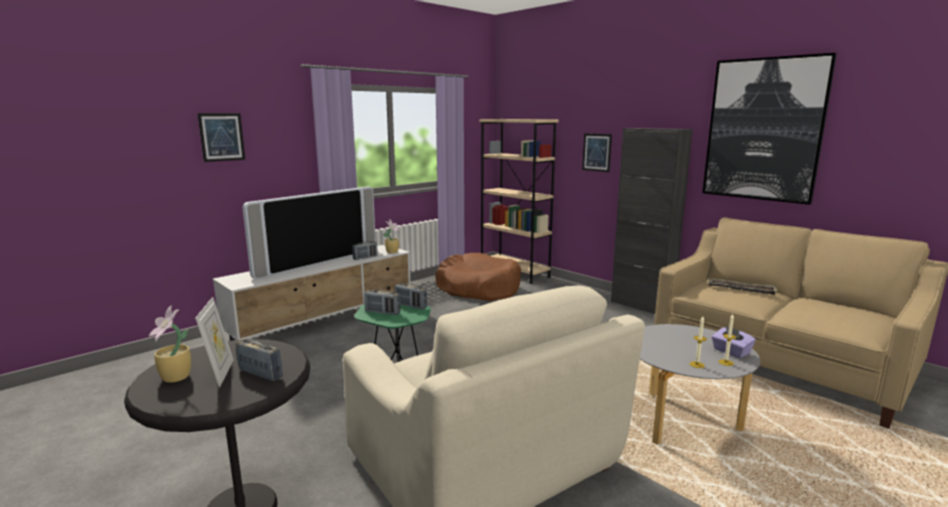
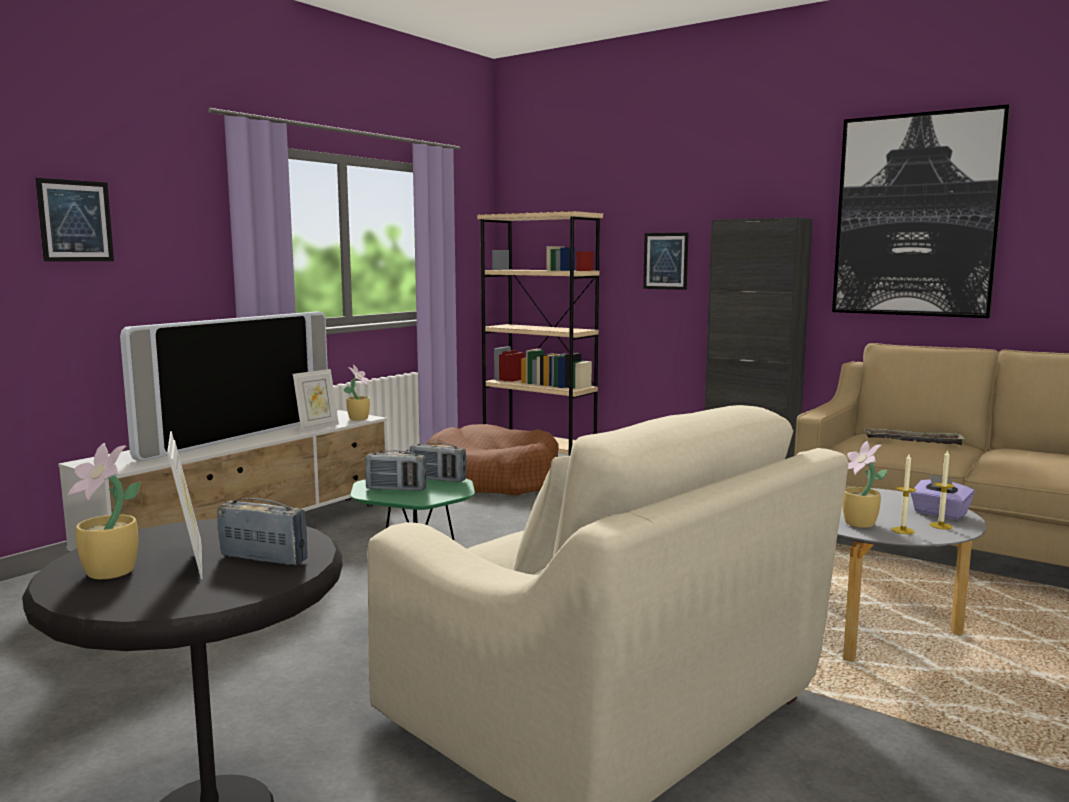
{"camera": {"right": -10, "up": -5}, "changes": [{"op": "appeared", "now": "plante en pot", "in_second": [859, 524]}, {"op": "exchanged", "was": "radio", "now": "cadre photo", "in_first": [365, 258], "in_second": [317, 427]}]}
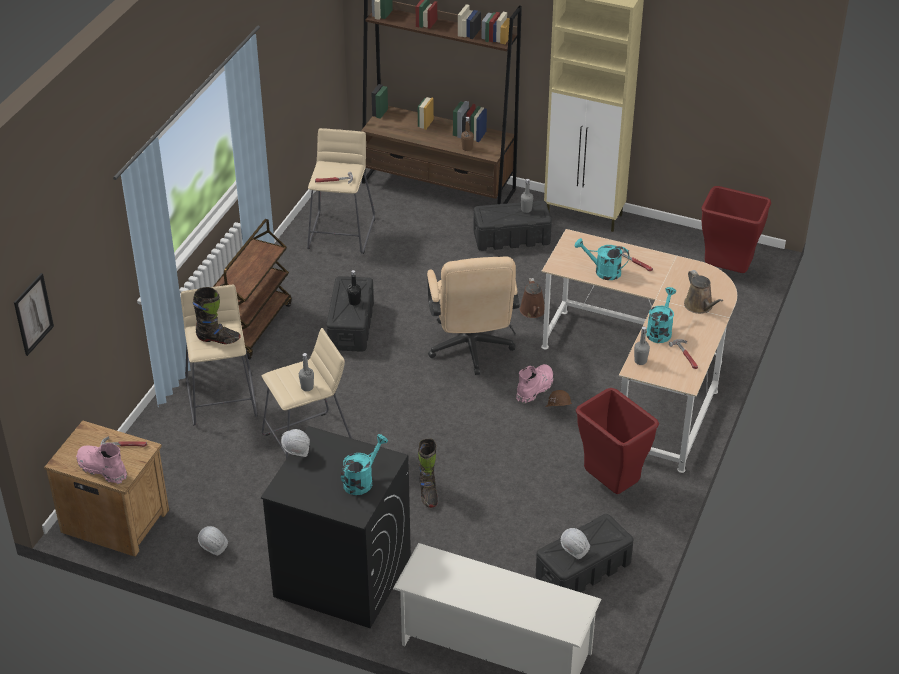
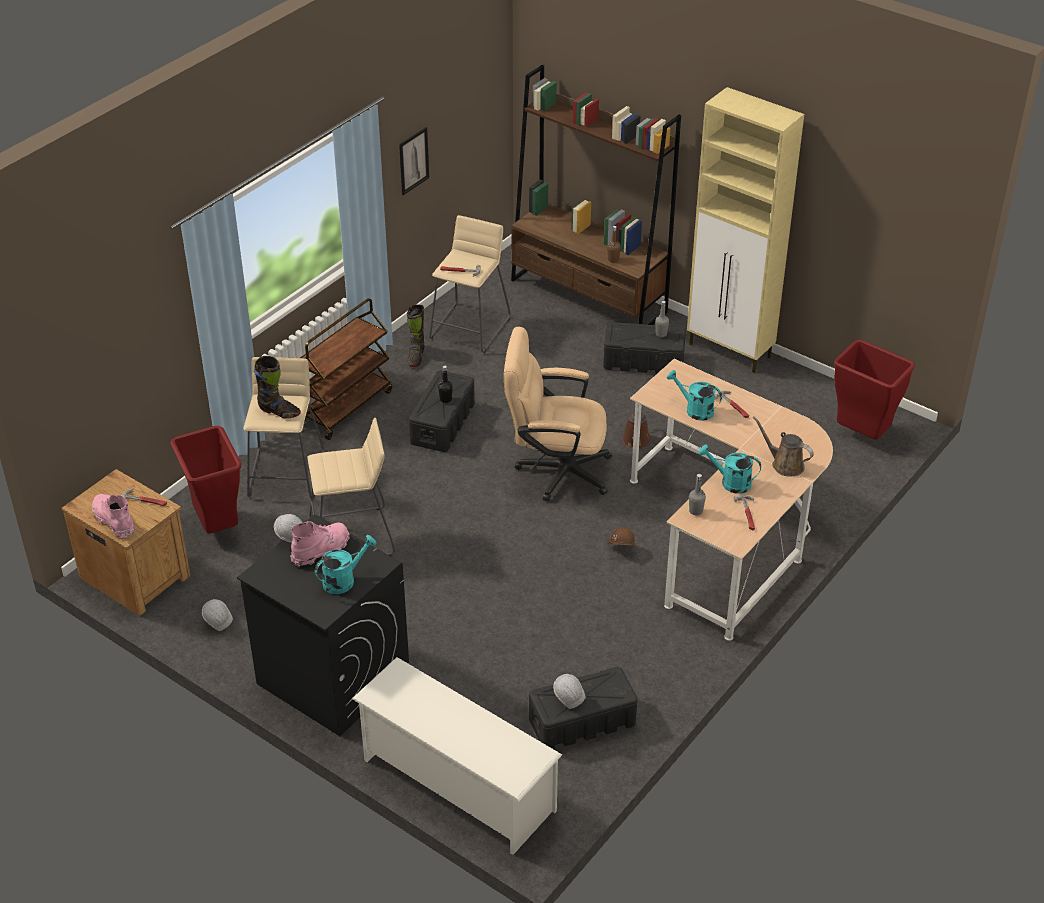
{"camera": {"right": 15, "up": 0}, "changes": [{"op": "missing", "was": "bouteille (gris)", "in_first": [307, 387]}, {"op": "relocated", "was": "tableau", "in_first": [33, 314], "in_second": [413, 161]}, {"op": "relocated", "was": "botte (noir)", "in_first": [428, 493], "in_second": [416, 357]}, {"op": "relocated", "was": "botte (rose)", "in_first": [535, 388], "in_second": [321, 550]}, {"op": "relocated", "was": "poubelle (rouge)", "in_first": [609, 485], "in_second": [216, 526]}, {"op": "spun", "was": "chaise de bureau (beige)", "in_first": [471, 350], "in_second": [555, 471], "clockwise": 90}, {"op": "spun", "was": "arrosoir (turquoise)", "in_first": [660, 330], "in_second": [730, 482], "clockwise": -105}, {"op": "spun", "was": "arrosoir (marron)", "in_first": [700, 306], "in_second": [784, 464], "clockwise": 135}]}
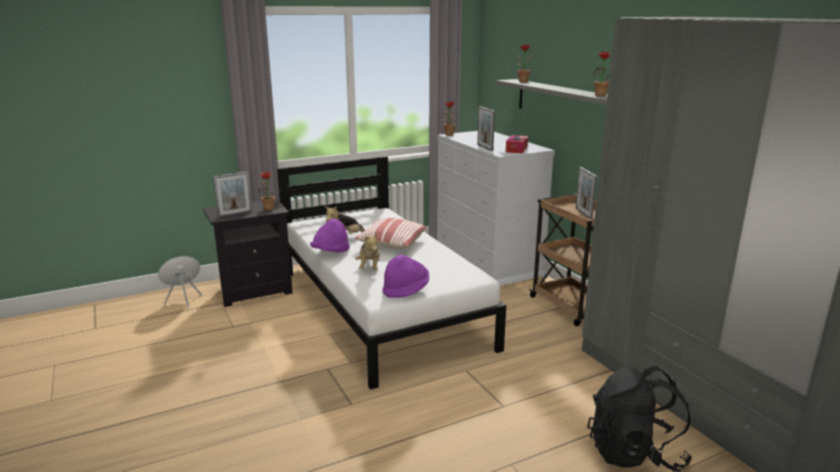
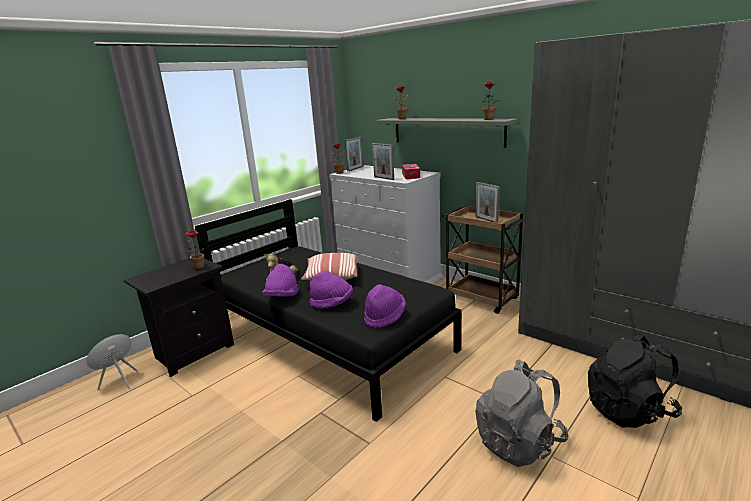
{"camera": {"right": -20, "up": 0}, "changes": [{"op": "appeared", "now": "sac à dos (gris)", "in_second": [519, 442]}, {"op": "relocated", "was": "cadre photo", "in_first": [235, 214], "in_second": [355, 169]}, {"op": "exchanged", "was": "peluche", "now": "chapeau (violet)", "in_first": [369, 268], "in_second": [332, 303]}, {"op": "colour", "was": "lit (blanc)", "now": "lit (noir)", "in_first": [381, 308], "in_second": [330, 338]}]}
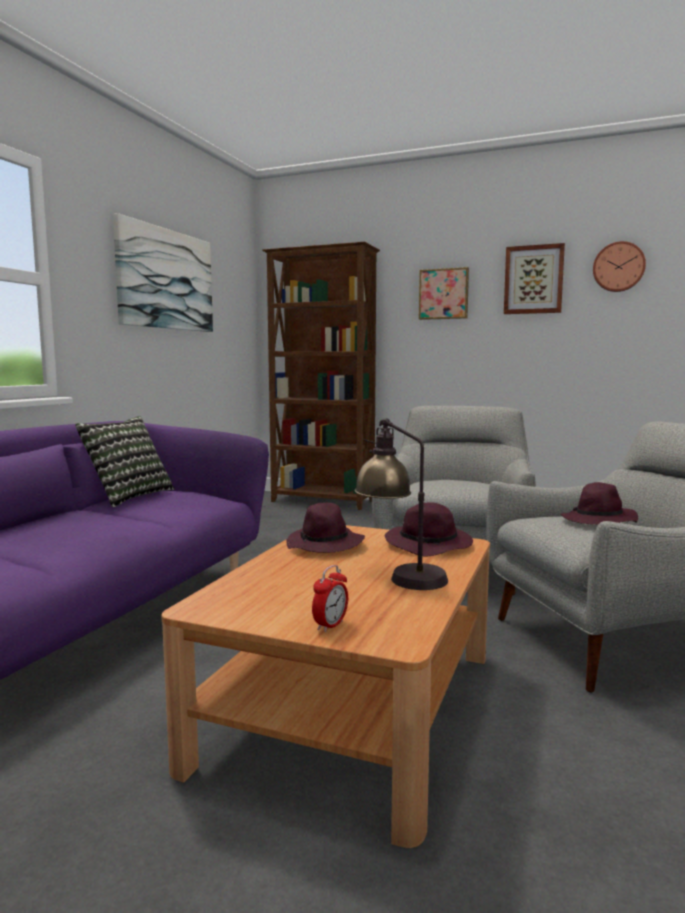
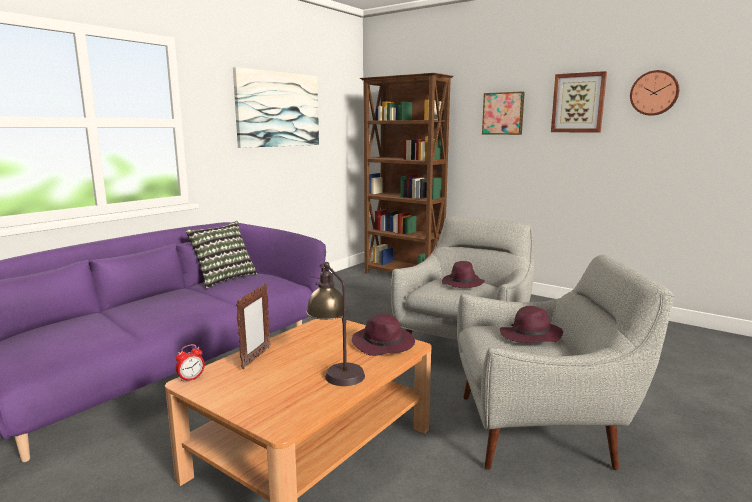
{"camera": {"right": 15, "up": 5}, "changes": [{"op": "appeared", "now": "cadre photo", "in_second": [255, 358]}, {"op": "relocated", "was": "chapeau (violet)", "in_first": [325, 545], "in_second": [463, 284]}, {"op": "relocated", "was": "réveil", "in_first": [330, 625], "in_second": [191, 378]}]}
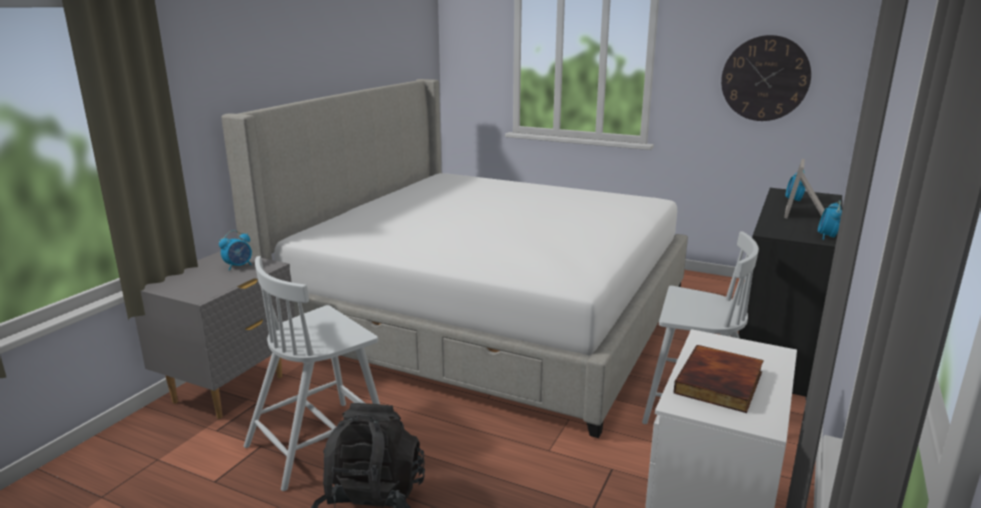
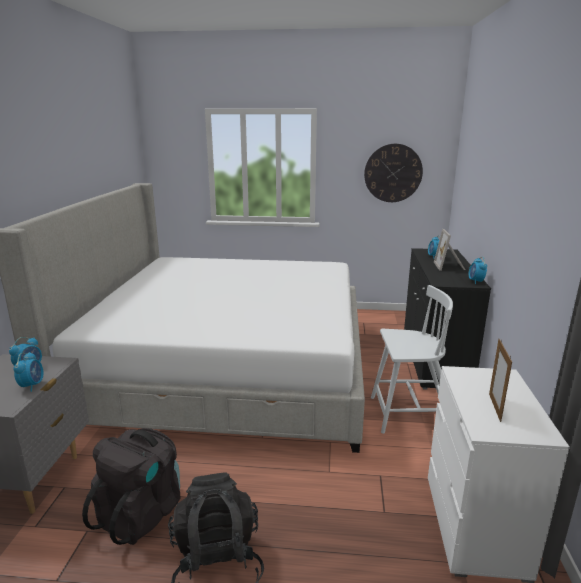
{"camera": {"right": -20, "up": 0}, "changes": [{"op": "appeared", "now": "réveil", "in_second": [32, 385]}, {"op": "exchanged", "was": "chaise (blanc)", "now": "sac à dos (noir)", "in_first": [320, 442], "in_second": [141, 512]}, {"op": "exchanged", "was": "livre", "now": "cadre photo", "in_first": [721, 383], "in_second": [494, 407]}]}
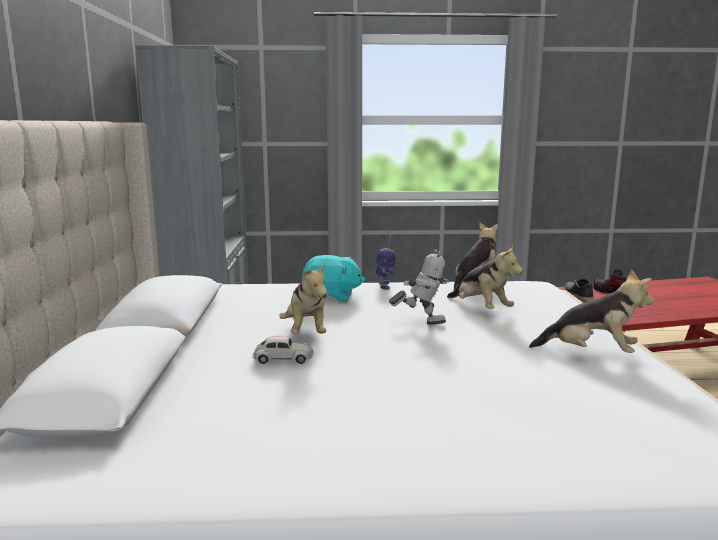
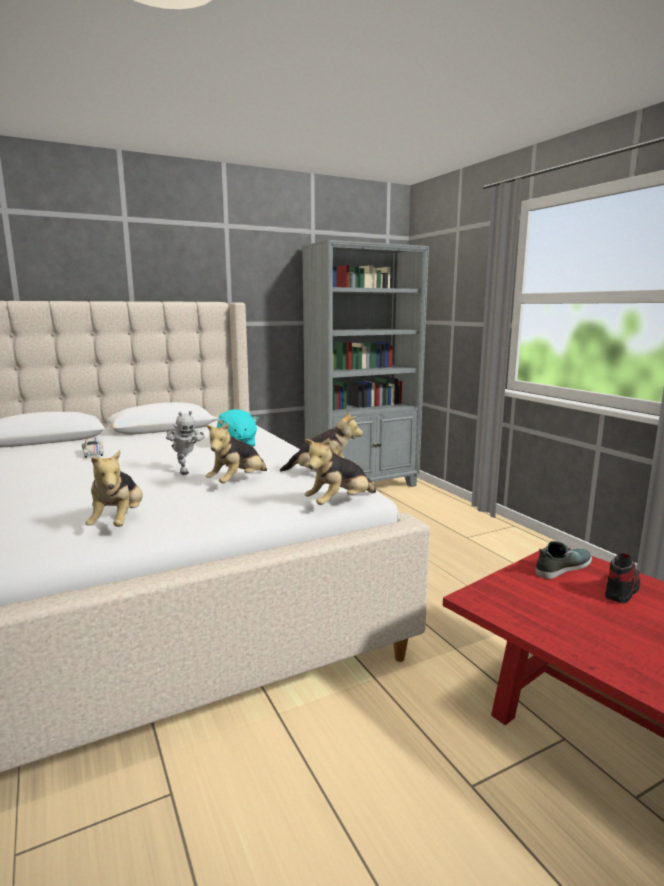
{"camera": {"right": 65, "up": 0}, "changes": [{"op": "missing", "was": "robot jouet", "in_first": [385, 286]}, {"op": "relocated", "was": "peluche", "in_first": [306, 332], "in_second": [340, 503]}]}
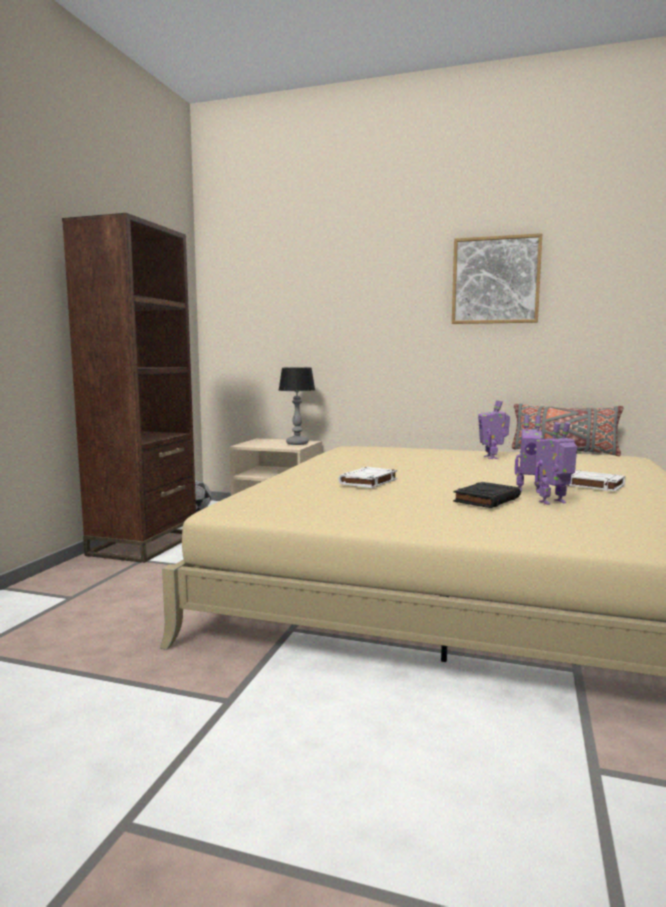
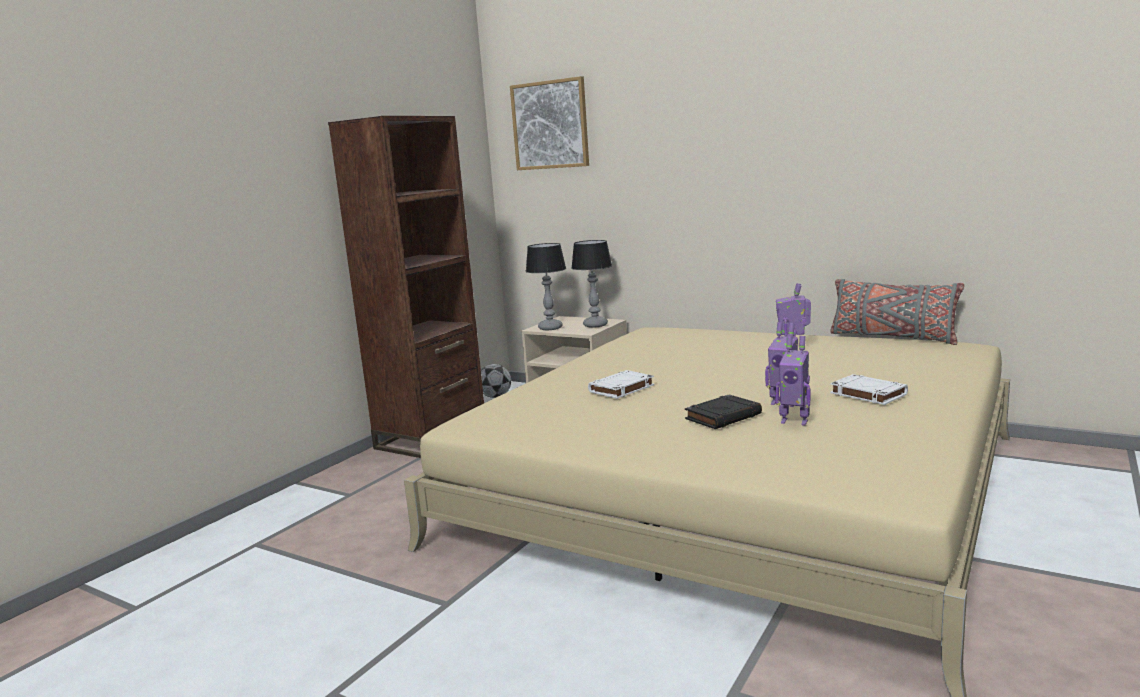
{"camera": {"right": 15, "up": 5}, "changes": [{"op": "appeared", "now": "lampe de table", "in_second": [549, 328]}, {"op": "relocated", "was": "tableau", "in_first": [495, 280], "in_second": [550, 125]}, {"op": "spun", "was": "robot jouet", "in_first": [553, 502], "in_second": [794, 421], "clockwise": -150}]}
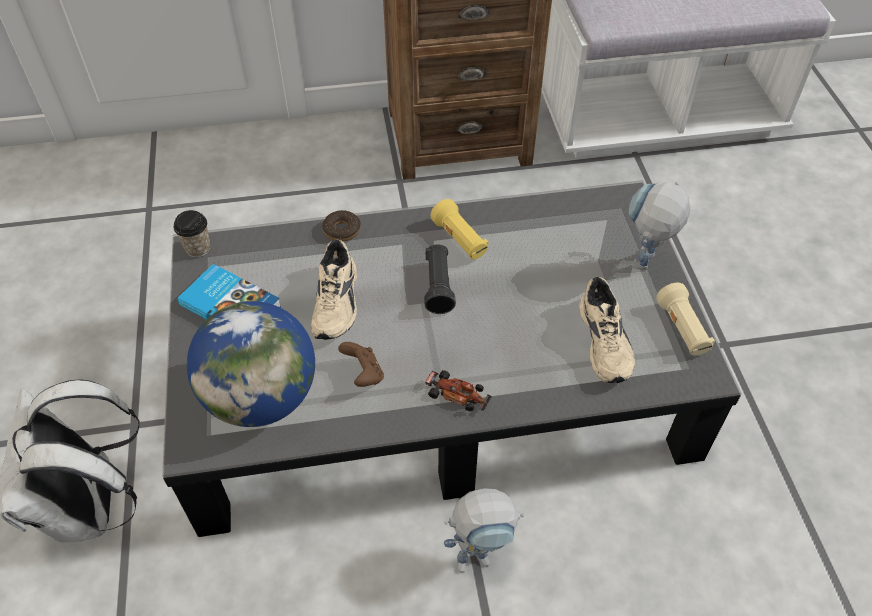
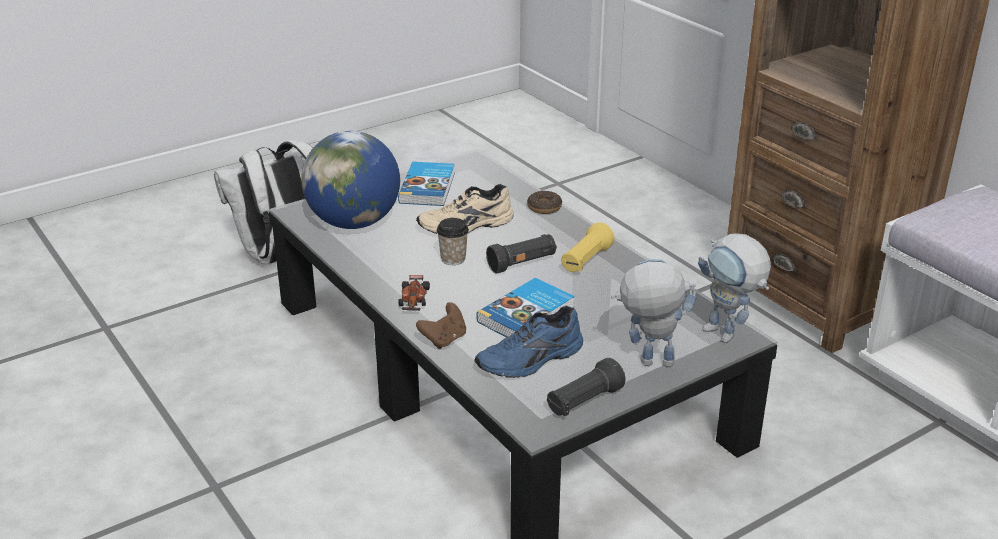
{"camera": {"right": 65, "up": -20}, "changes": [{"op": "appeared", "now": "livre", "in_second": [527, 315]}, {"op": "relocated", "was": "tasse", "in_first": [198, 248], "in_second": [453, 259]}, {"op": "relocated", "was": "manette (marron)", "in_first": [364, 374], "in_second": [444, 340]}, {"op": "relocated", "was": "robot jouet", "in_first": [481, 557], "in_second": [728, 337]}, {"op": "colour", "was": "chaussure (beige)", "now": "chaussure (bleu)", "in_first": [606, 341], "in_second": [531, 361]}, {"op": "colour", "was": "lampe de poche (beige)", "now": "lampe de poche (noir)", "in_first": [682, 329], "in_second": [583, 402]}]}
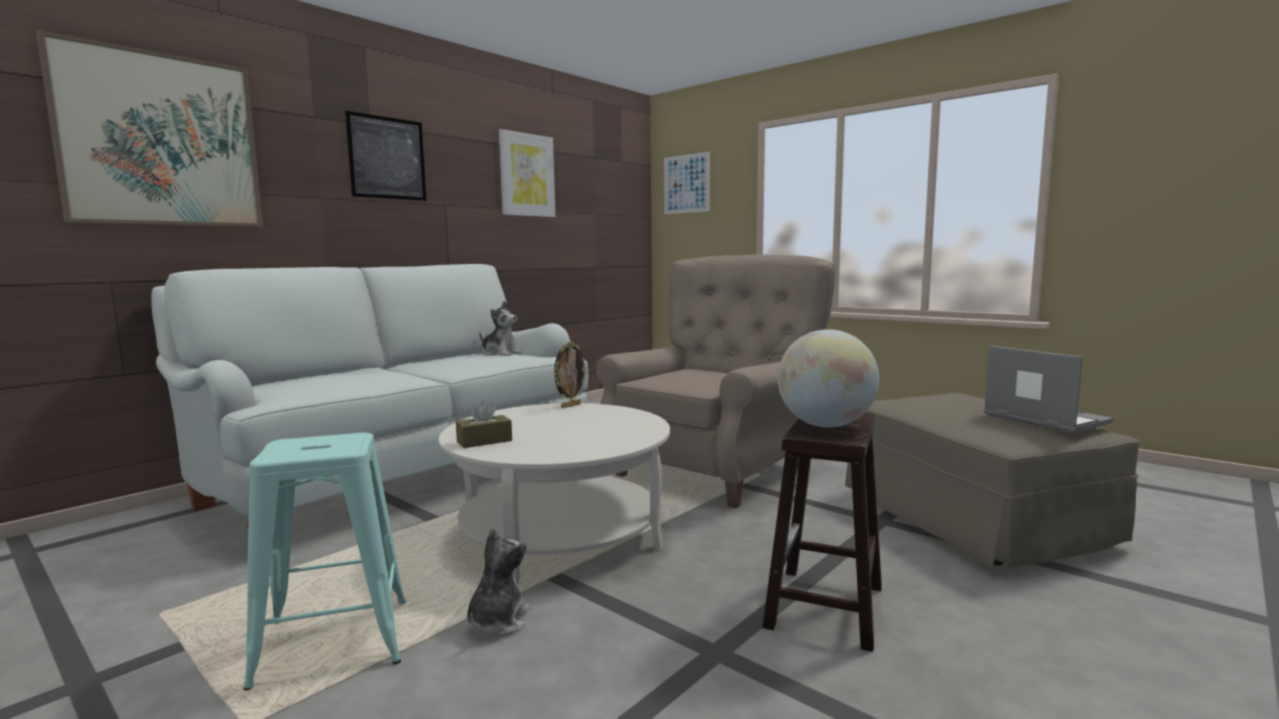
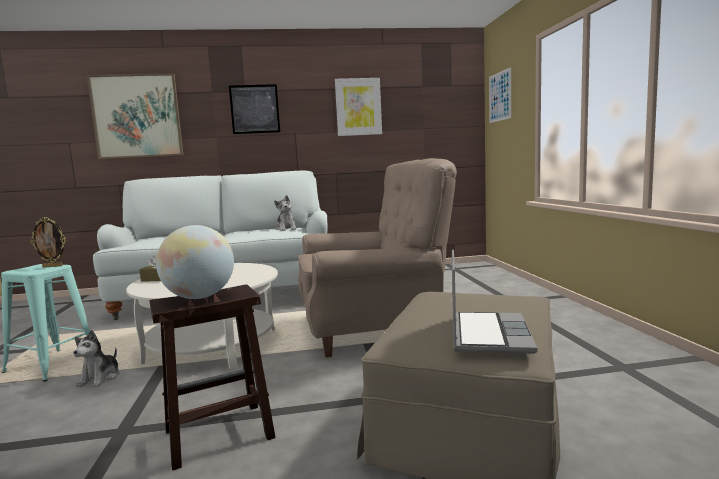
{"camera": {"right": 40, "up": 0}, "changes": [{"op": "relocated", "was": "cadre photo", "in_first": [570, 406], "in_second": [53, 266]}, {"op": "spun", "was": "peluche", "in_first": [496, 622], "in_second": [100, 378], "clockwise": 135}]}
